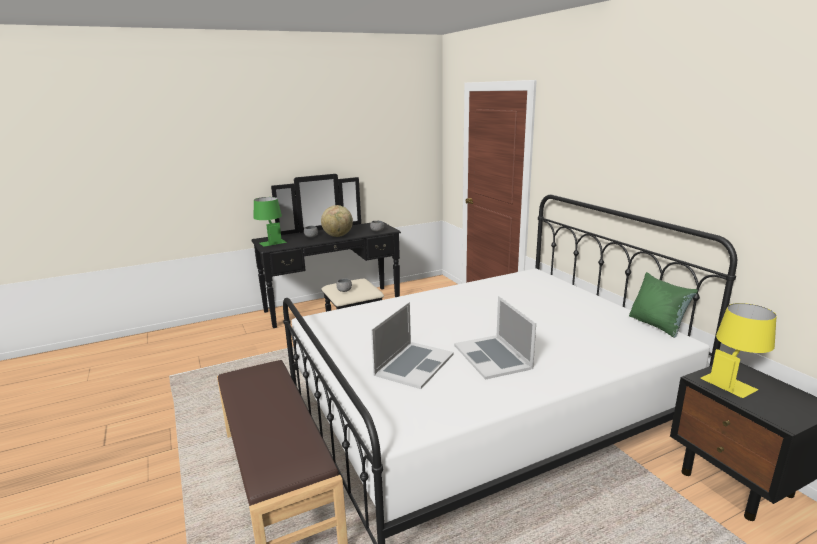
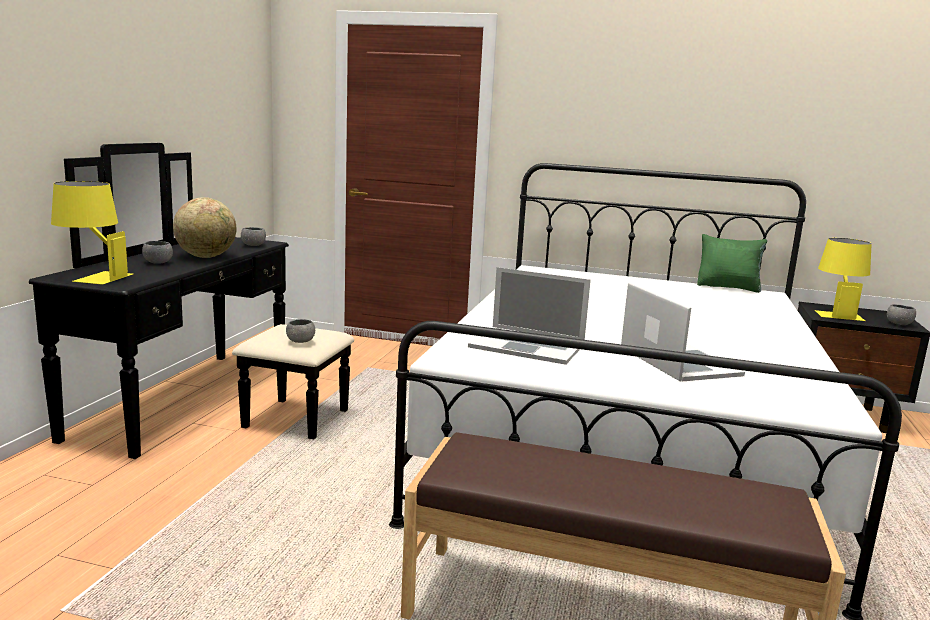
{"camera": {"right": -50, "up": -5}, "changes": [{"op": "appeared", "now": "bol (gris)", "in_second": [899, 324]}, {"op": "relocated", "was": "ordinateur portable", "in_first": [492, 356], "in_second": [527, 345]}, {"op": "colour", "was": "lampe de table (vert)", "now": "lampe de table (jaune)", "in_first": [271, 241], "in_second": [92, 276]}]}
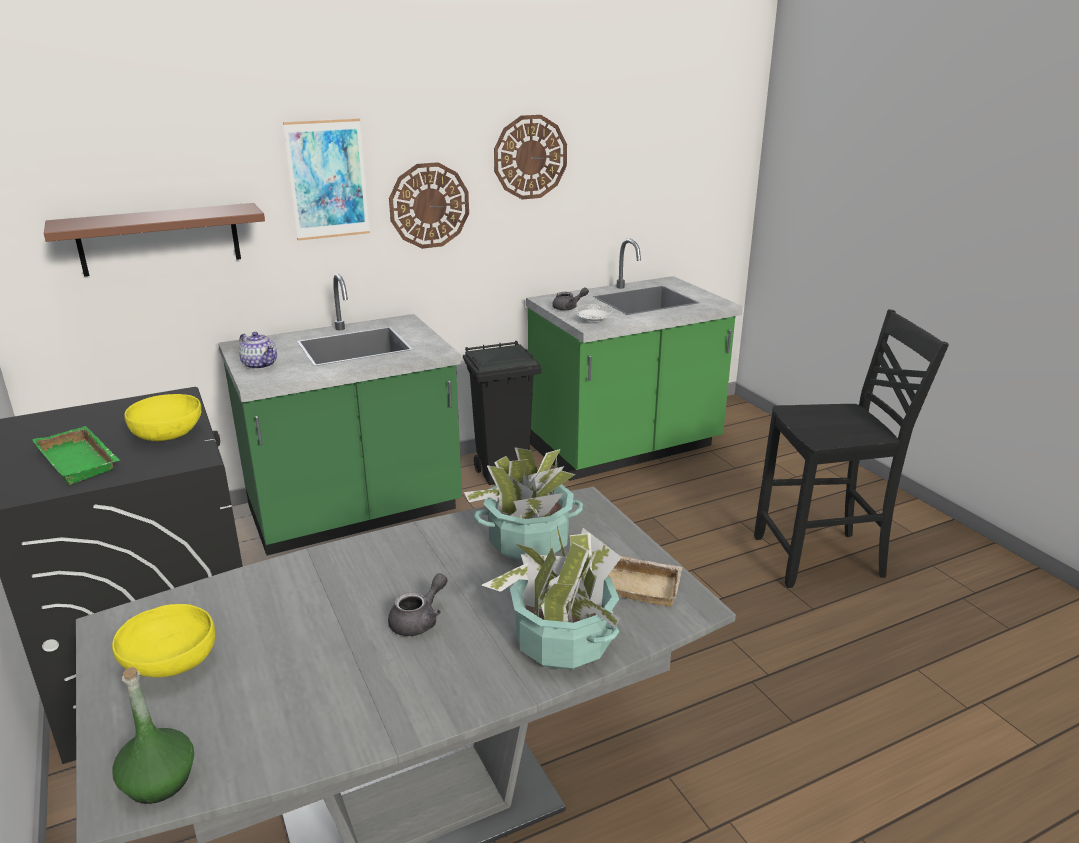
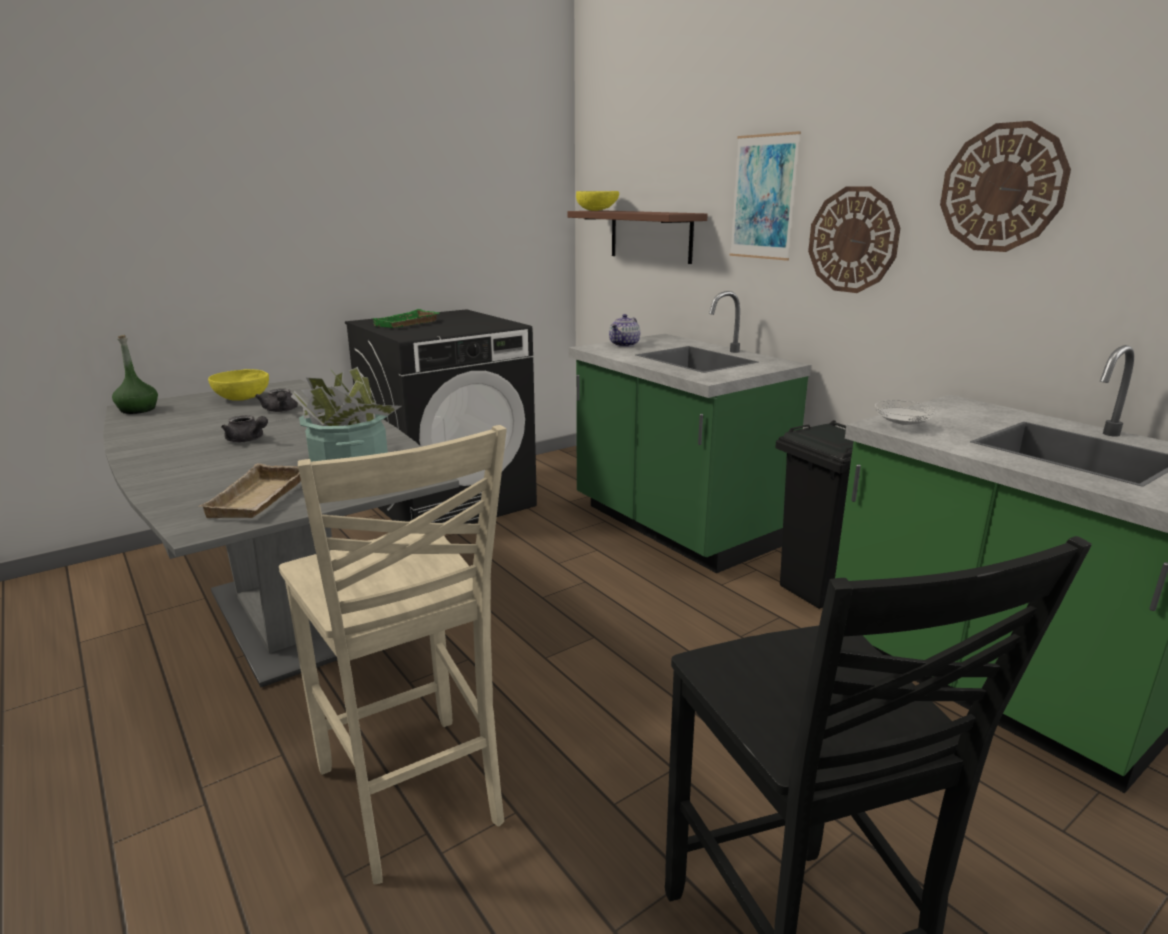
{"camera": {"right": 80, "up": -5}, "changes": [{"op": "missing", "was": "plante en pot", "in_first": [563, 641]}, {"op": "appeared", "now": "chaise (beige)", "in_second": [411, 798]}, {"op": "relocated", "was": "bol (jaune)", "in_first": [168, 434], "in_second": [597, 210]}, {"op": "relocated", "was": "théière (gris)", "in_first": [568, 308], "in_second": [281, 411]}]}
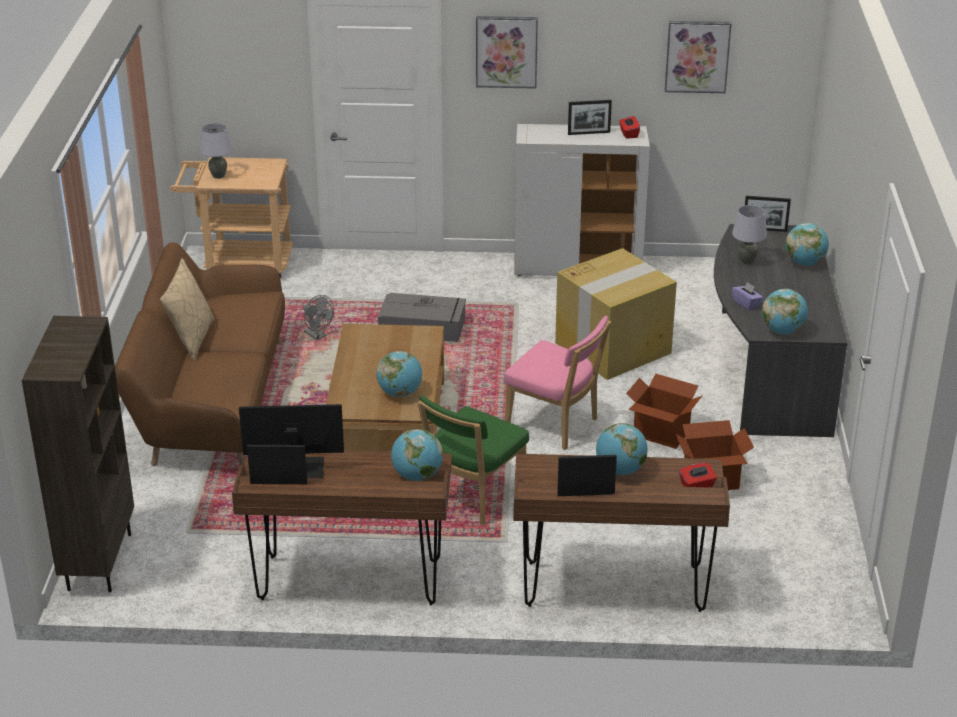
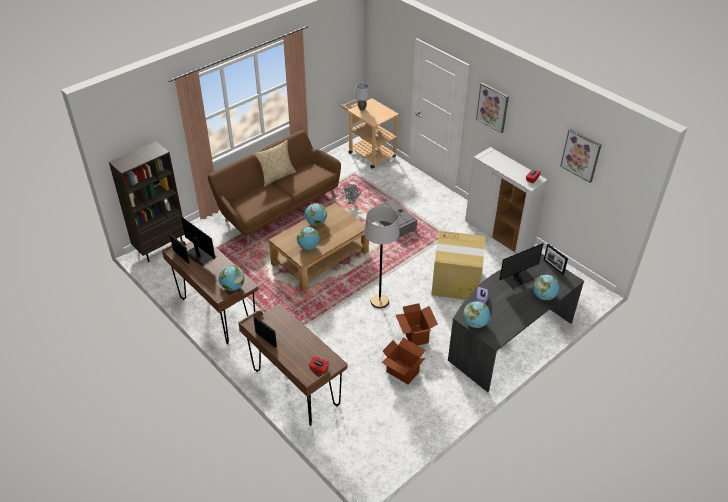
{"camera": {"right": 45, "up": 10}, "changes": [{"op": "missing", "was": "chaise (vert)", "in_first": [472, 498]}, {"op": "missing", "was": "cadre photo", "in_first": [589, 133]}, {"op": "relocated", "was": "globe", "in_first": [620, 470], "in_second": [316, 223]}, {"op": "exchanged", "was": "chaise (rose)", "now": "lampadaire (gris)", "in_first": [555, 426], "in_second": [379, 301]}, {"op": "exchanged", "was": "lampe de table (gris)", "now": "écran d'ordinateur", "in_first": [746, 261], "in_second": [517, 278]}]}
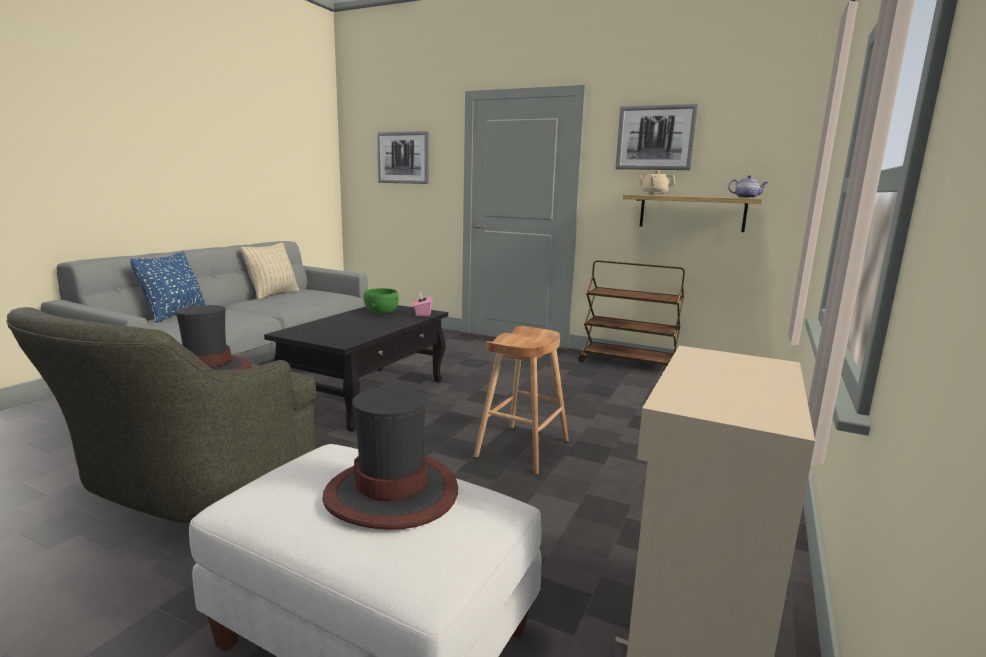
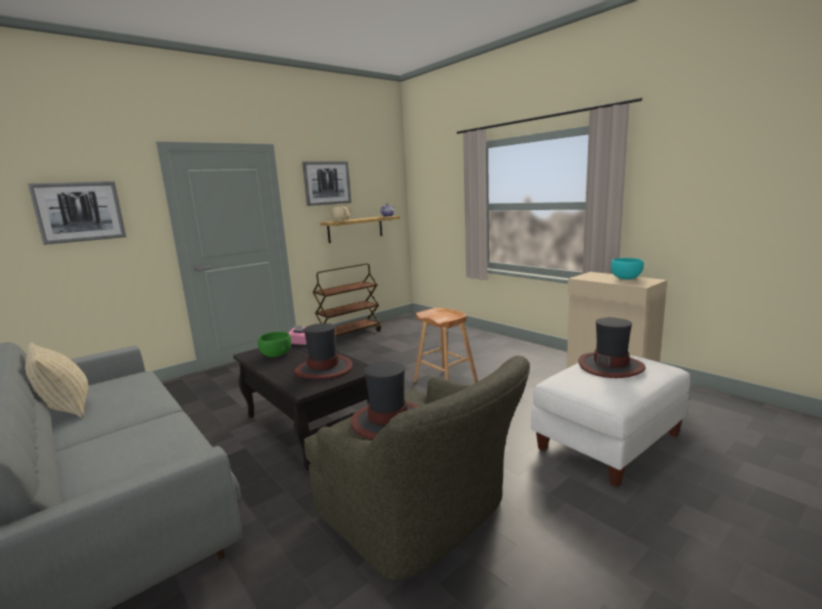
{"camera": {"right": -65, "up": 0}, "changes": [{"op": "missing", "was": "coussin (bleu)", "in_first": [175, 315]}, {"op": "appeared", "now": "chapeau", "in_second": [324, 369]}, {"op": "appeared", "now": "bol (turquoise)", "in_second": [625, 278]}]}
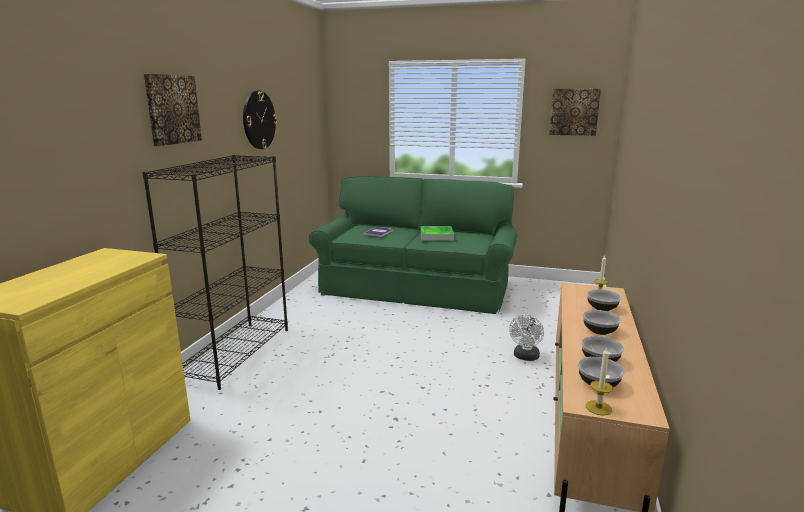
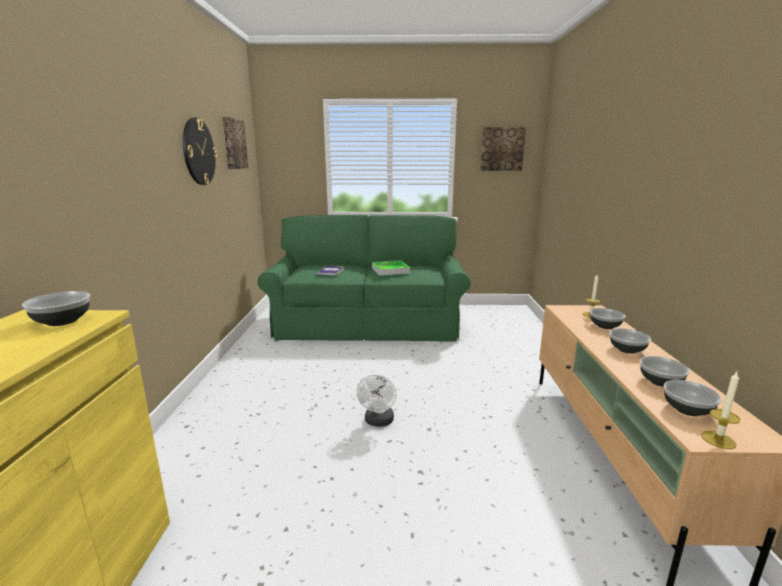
{"camera": {"right": -15, "up": 0}, "changes": [{"op": "missing", "was": "bibliothèque (noir)", "in_first": [236, 353]}, {"op": "appeared", "now": "bol", "in_second": [62, 321]}, {"op": "relocated", "was": "tableau", "in_first": [172, 109], "in_second": [233, 144]}, {"op": "relocated", "was": "ventilateur (blanc)", "in_first": [525, 357], "in_second": [378, 422]}]}
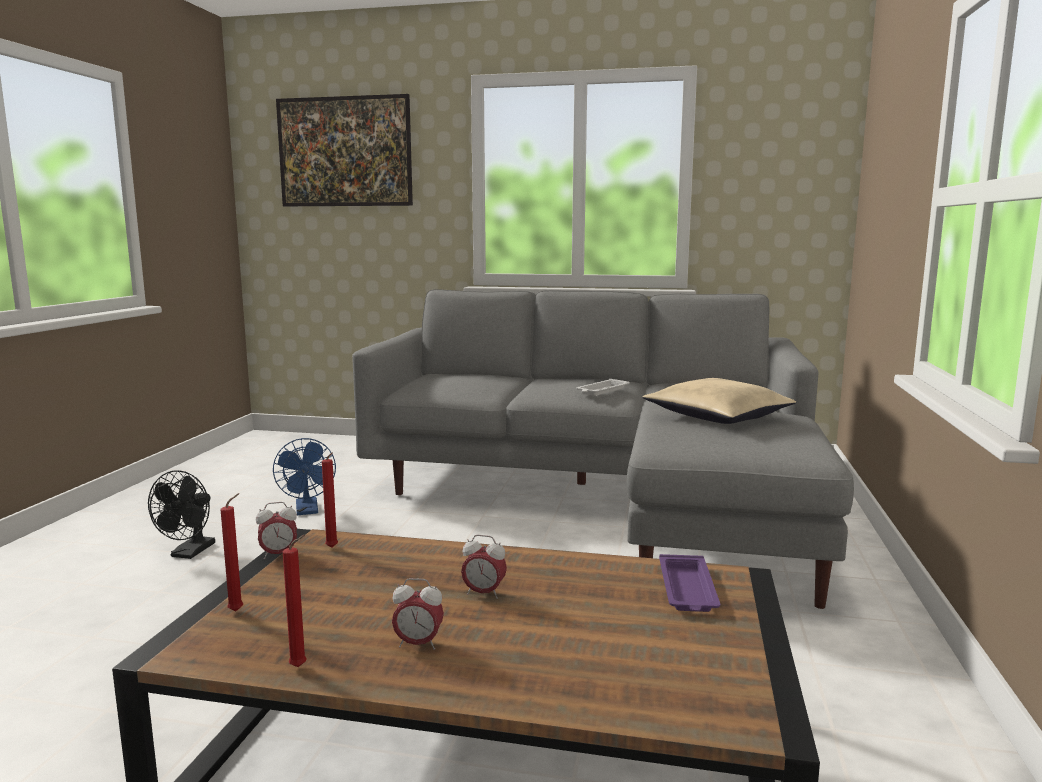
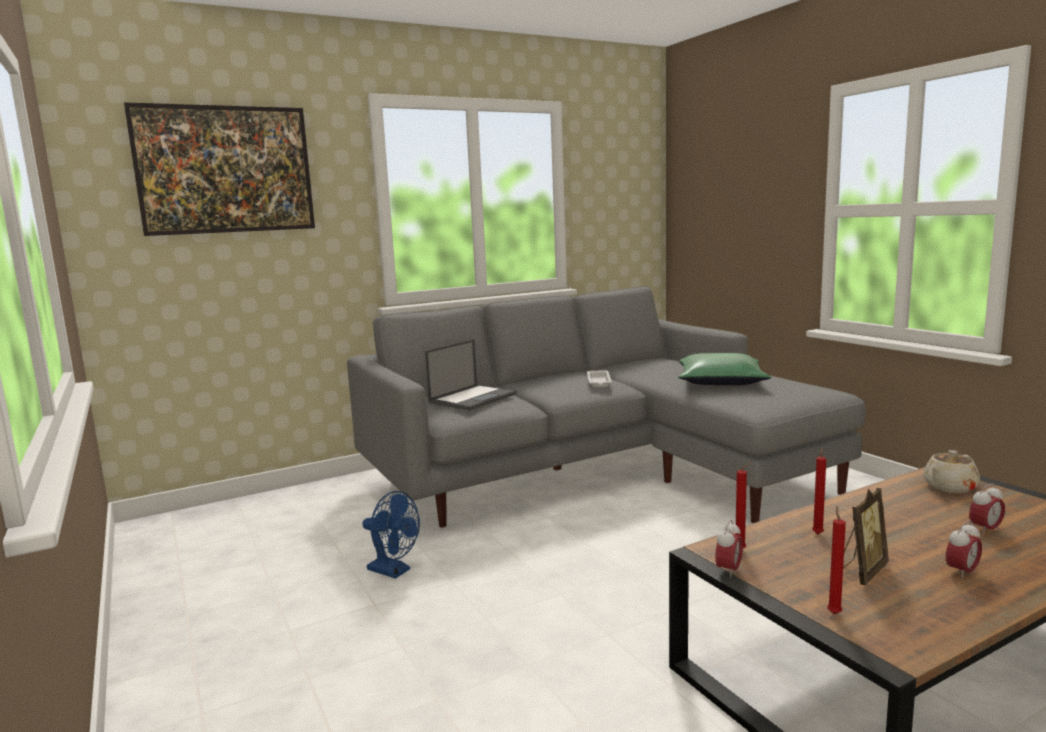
{"camera": {"right": -40, "up": 0}, "changes": [{"op": "missing", "was": "ventilateur (noir)", "in_first": [189, 553]}, {"op": "appeared", "now": "ordinateur portable", "in_second": [473, 398]}, {"op": "appeared", "now": "cadre photo", "in_second": [860, 572]}, {"op": "relocated", "was": "bougie (rouge)", "in_first": [301, 666], "in_second": [818, 533]}, {"op": "relocated", "was": "réveil", "in_first": [484, 593], "in_second": [985, 530]}, {"op": "exchanged", "was": "plateau (violet)", "now": "théière (beige)", "in_first": [687, 590], "in_second": [949, 487]}, {"op": "colour", "was": "coussin (beige)", "now": "coussin (vert)", "in_first": [719, 416], "in_second": [721, 381]}]}
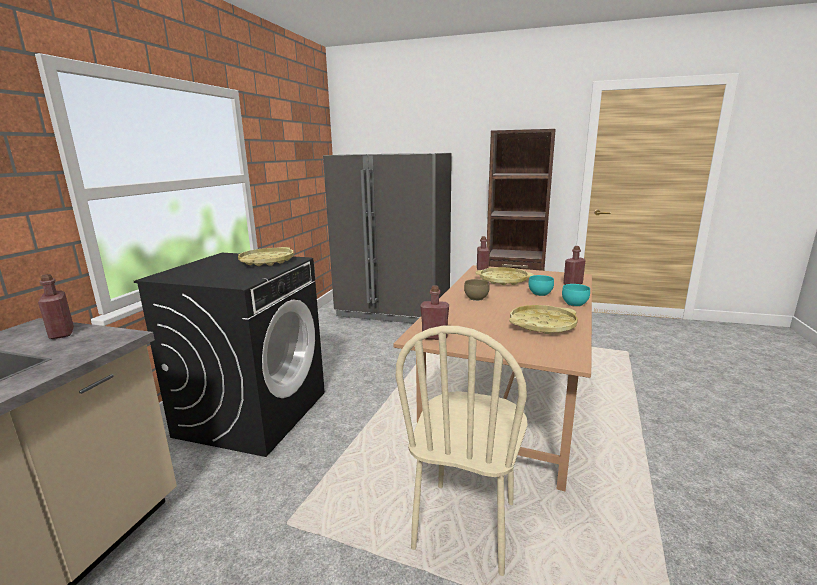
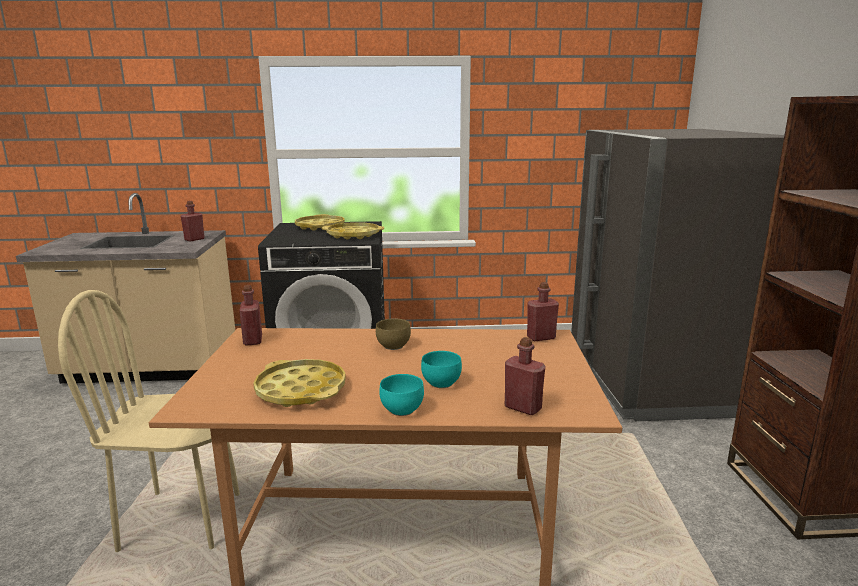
{"camera": {"right": 70, "up": 0}, "changes": [{"op": "relocated", "was": "plateau (jaune)", "in_first": [503, 280], "in_second": [320, 227]}]}
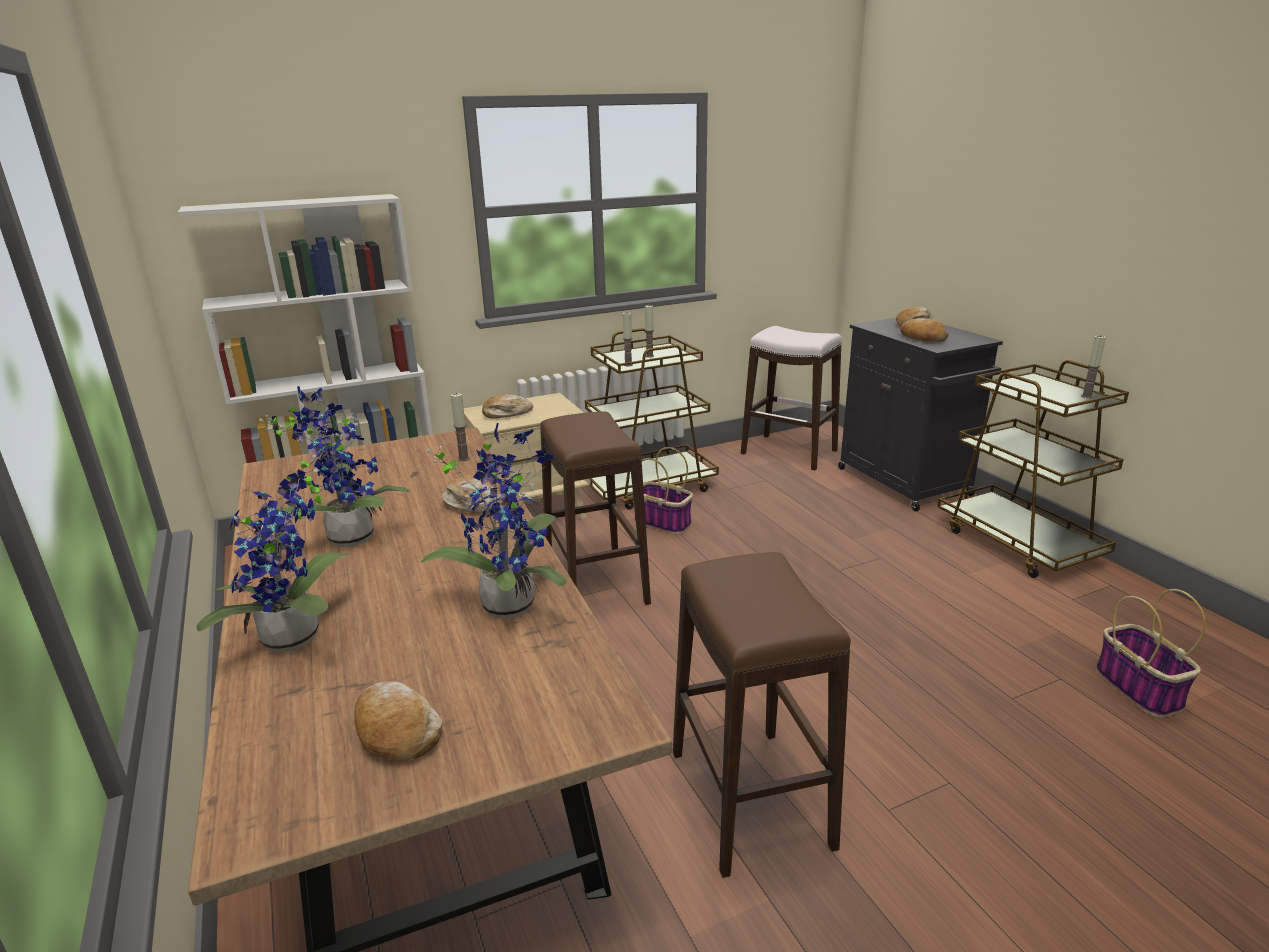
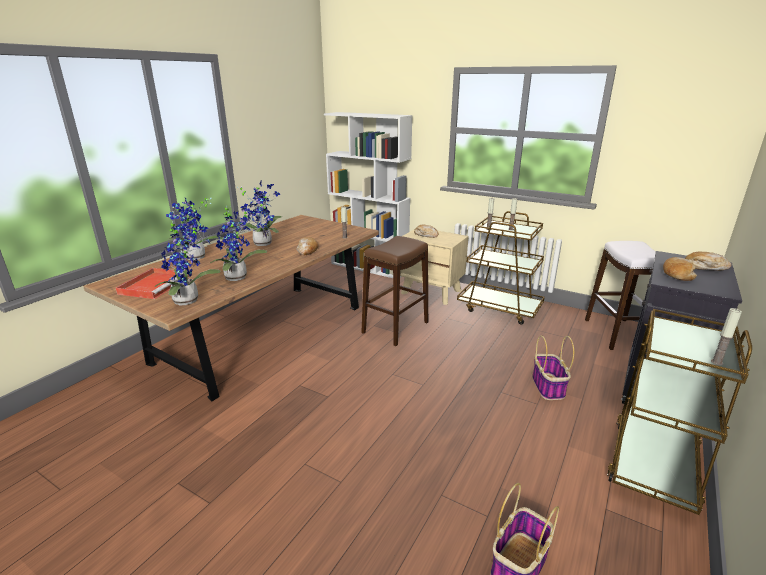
{"camera": {"right": 55, "up": 0}, "changes": [{"op": "missing", "was": "tabouret (marron)", "in_first": [750, 798]}, {"op": "appeared", "now": "plante en pot", "in_second": [189, 300]}, {"op": "relocated", "was": "panier", "in_first": [664, 522], "in_second": [548, 387]}, {"op": "exchanged", "was": "pain", "now": "plateau (rouge)", "in_first": [396, 731], "in_second": [154, 285]}]}
